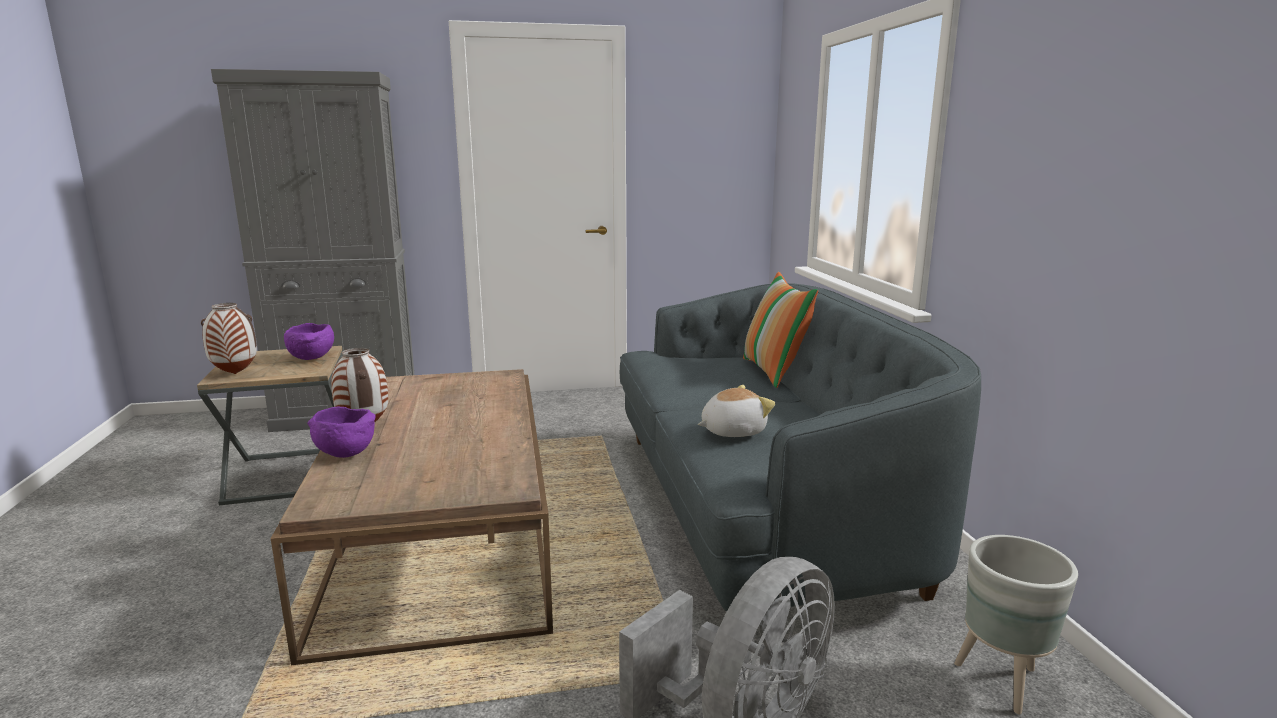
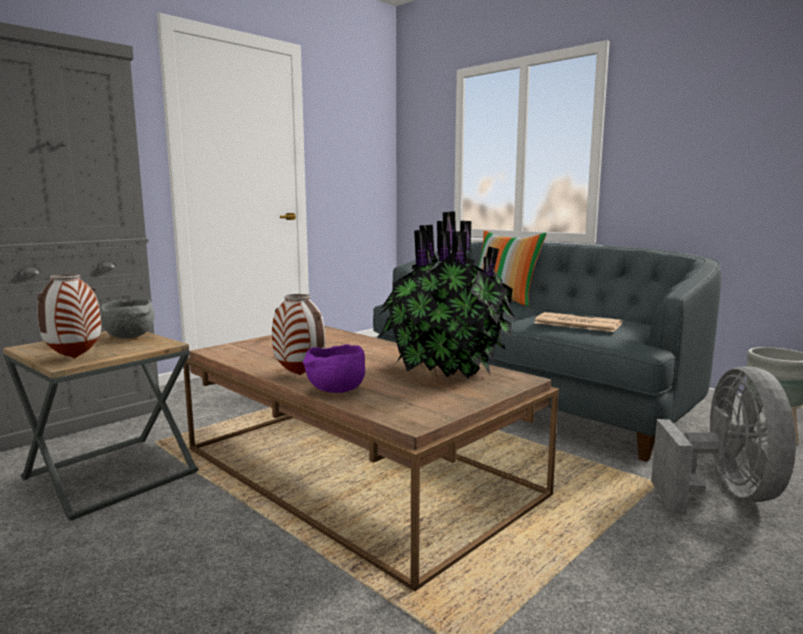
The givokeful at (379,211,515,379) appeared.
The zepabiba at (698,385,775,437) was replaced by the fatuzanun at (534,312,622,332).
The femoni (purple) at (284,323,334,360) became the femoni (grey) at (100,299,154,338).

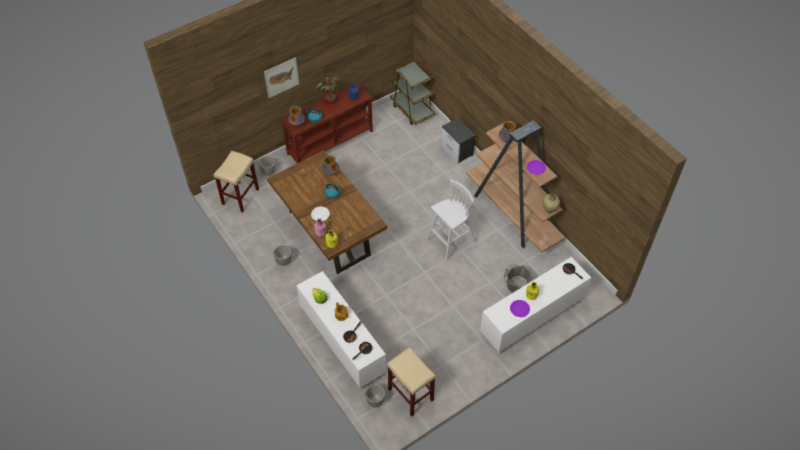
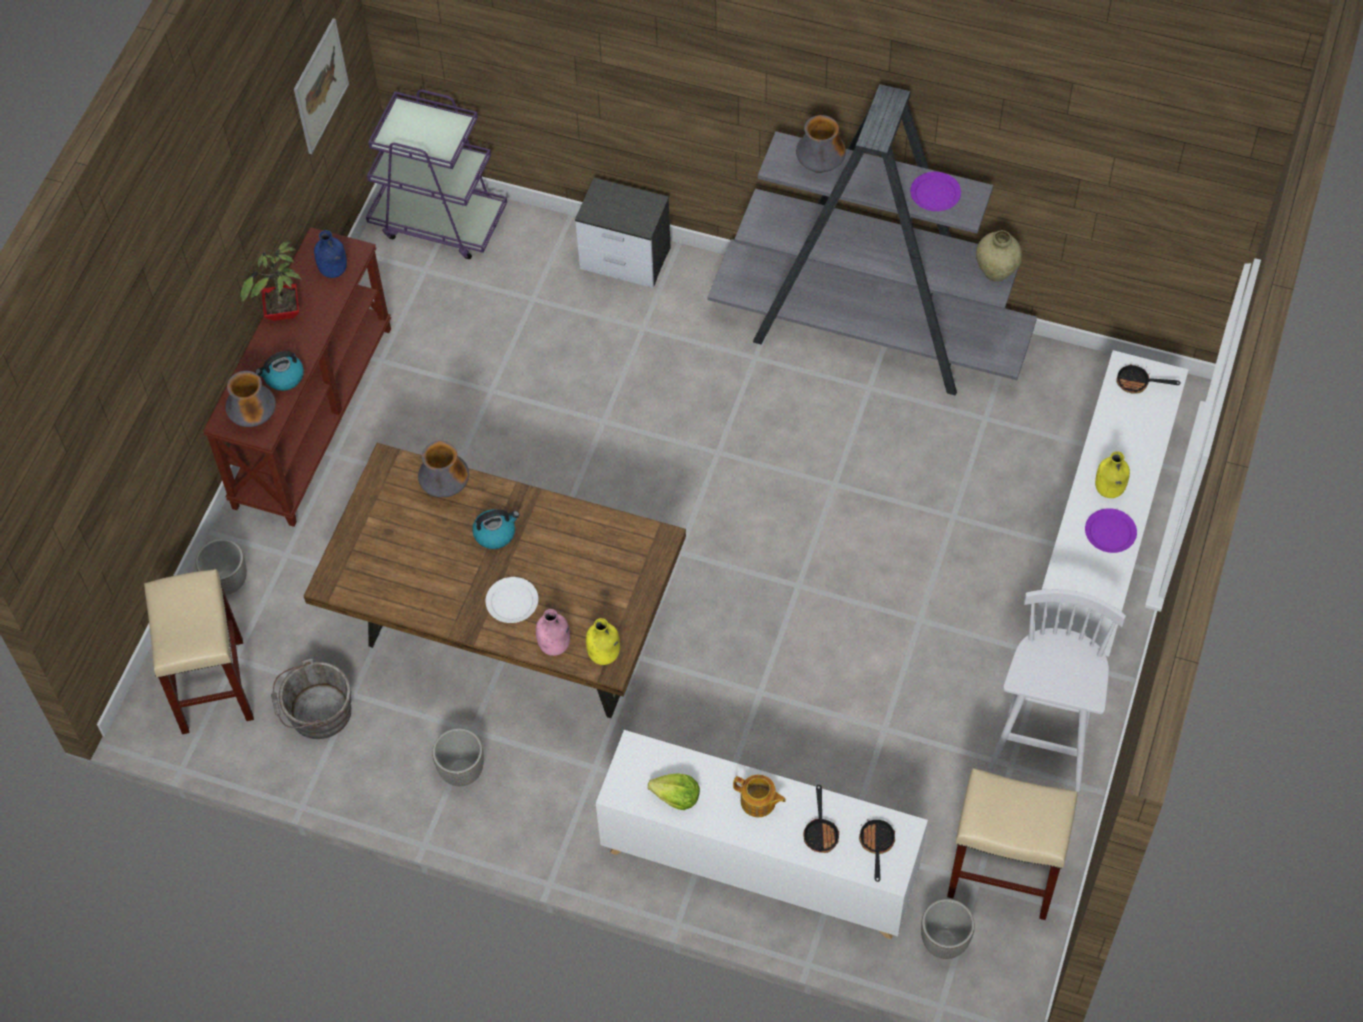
The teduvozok moved from (264,58,299,98) to (294,18,349,154).
The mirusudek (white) moved from (426,180,476,262) to (988,589,1126,792).
The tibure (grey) moved from (504,265,533,292) to (271,659,351,739).
The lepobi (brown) at (390,59,435,125) became the lepobi (purple) at (366,89,507,259).
The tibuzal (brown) at (466,120,565,252) became the tibuzal (grey) at (707,84,1037,396).

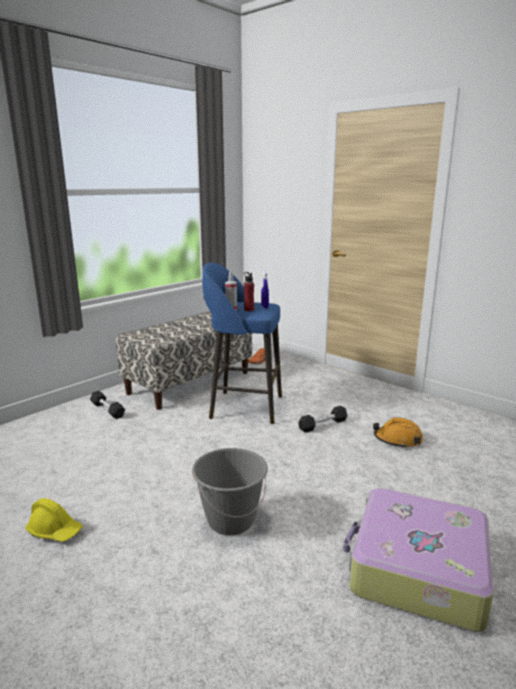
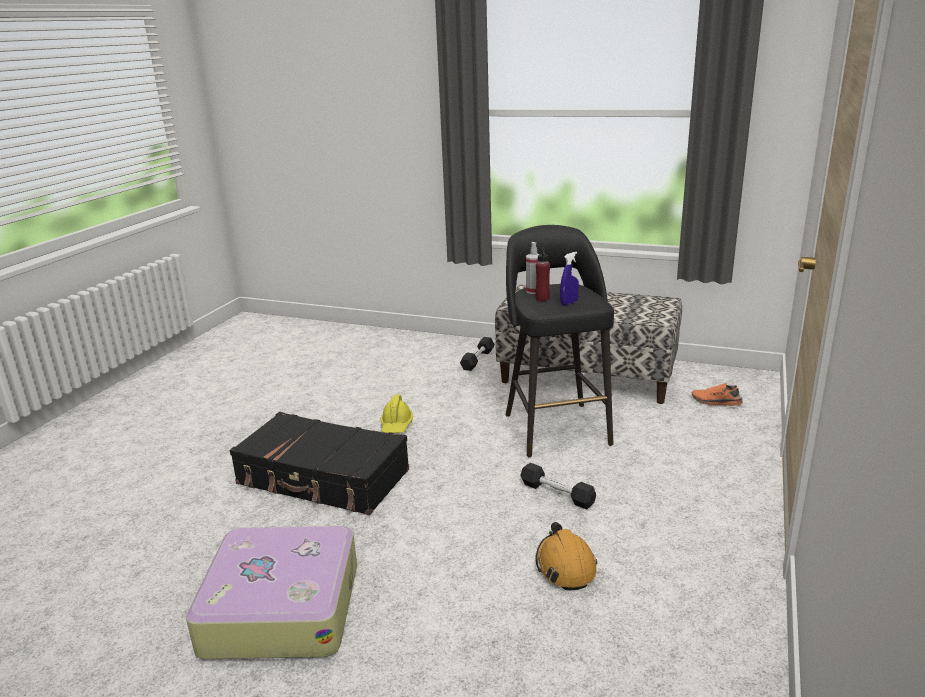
The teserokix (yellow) moved from (25,498,83,542) to (380,395,413,433).
The tibure (grey) at (192,448,268,535) was replaced by the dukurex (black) at (230,412,409,515).
The mirusudek (blue) at (202,263,282,424) became the mirusudek (black) at (505,225,614,457).

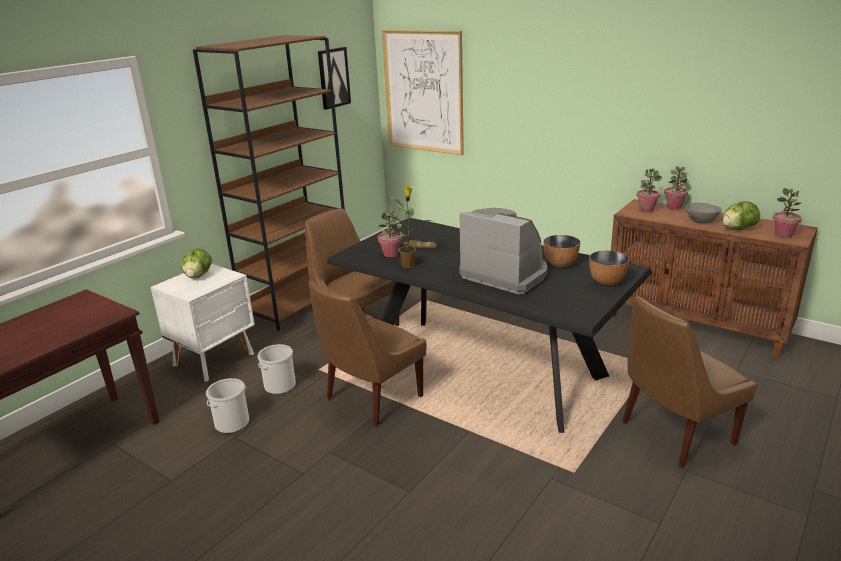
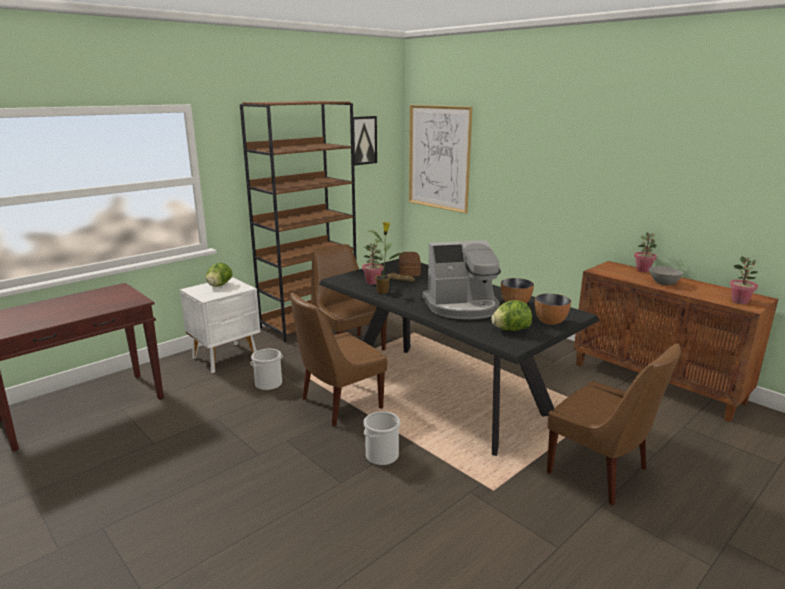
The givokeful at (637,168,662,212) disappeared.
The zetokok at (399,252,421,276) appeared.
The tibure moved from (206,378,249,433) to (363,411,401,466).
The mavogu moved from (723,201,760,230) to (491,300,532,331).
The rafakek at (459,208,548,294) turned 120 degrees clockwise.
The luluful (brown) at (622,296,758,468) turned 120 degrees counterclockwise.

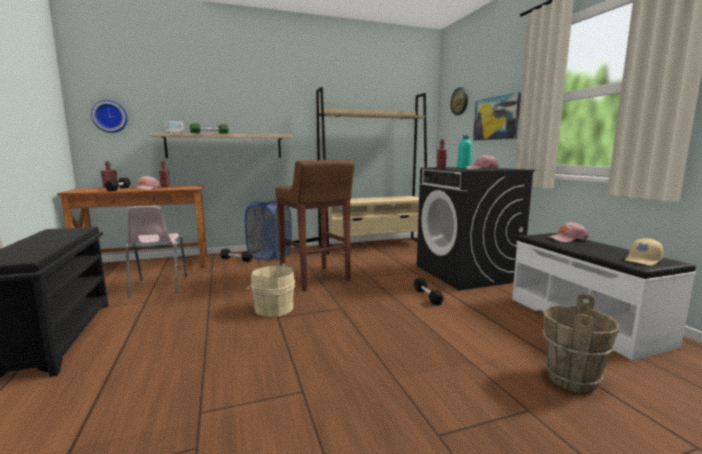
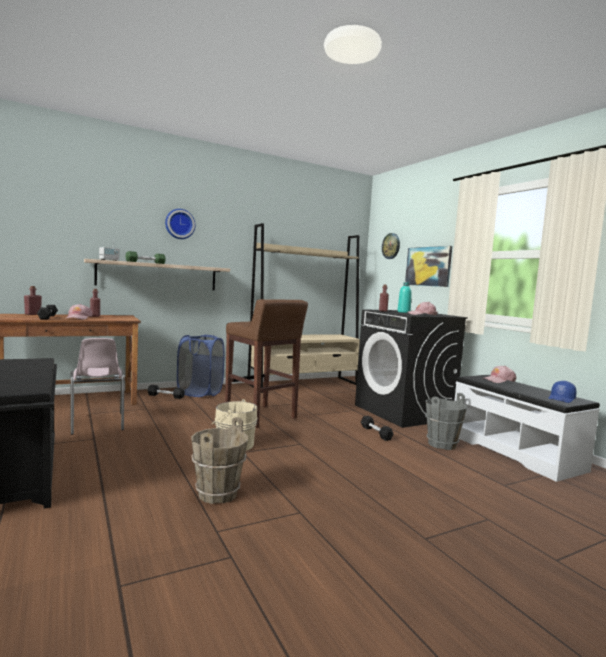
The tibure (grey) at (425,393,468,450) appeared.
The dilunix moved from (91,100,128,133) to (165,209,195,239).
The tibure (brown) moved from (542,293,619,393) to (191,417,248,504).
The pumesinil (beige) at (625,238,663,266) became the pumesinil (blue) at (548,381,577,403).

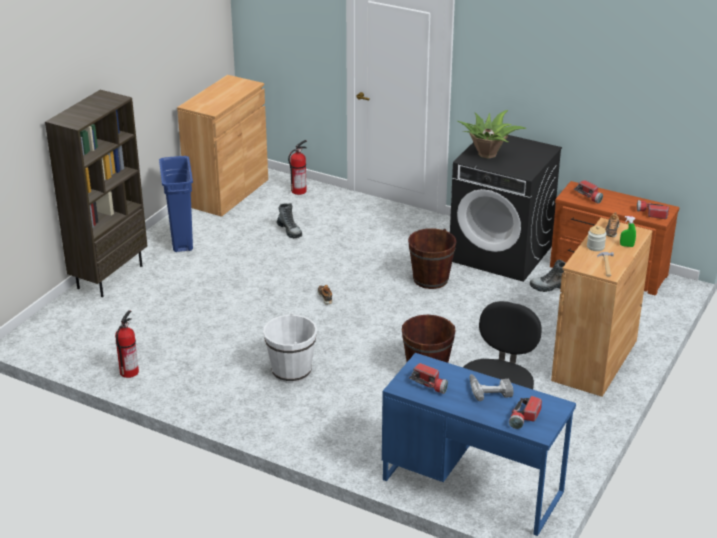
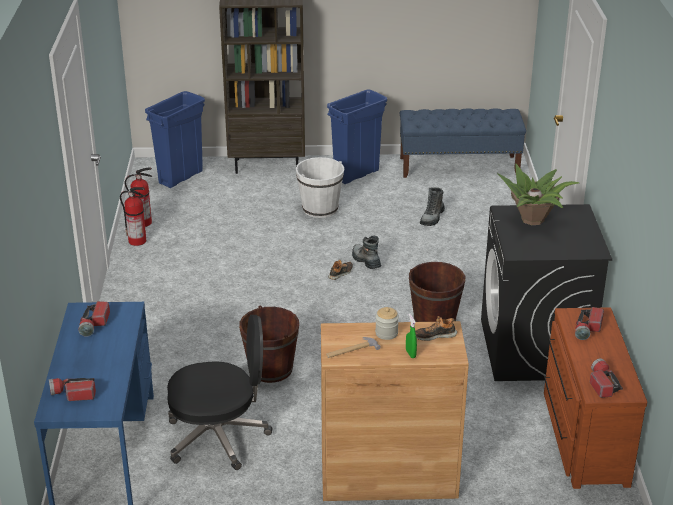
The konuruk at (470,374,514,401) disappeared.
The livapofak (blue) at (145,91,205,188) appeared.
The tibure (white) moved from (263,313,317,383) to (296,157,344,218).
The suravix moved from (288,140,307,195) to (120,187,146,246).
The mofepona moved from (530,260,566,292) to (352,235,381,269).
The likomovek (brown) at (177,75,268,217) was replaced by the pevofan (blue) at (400,109,526,178).

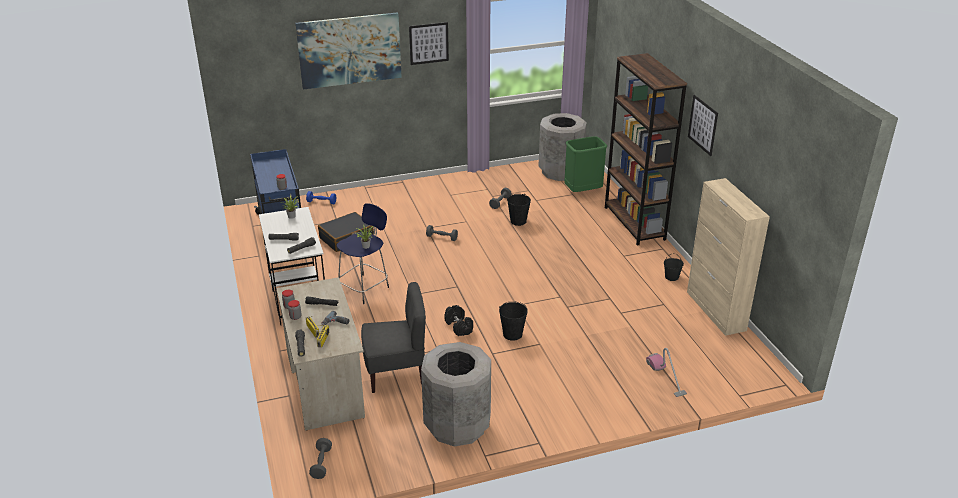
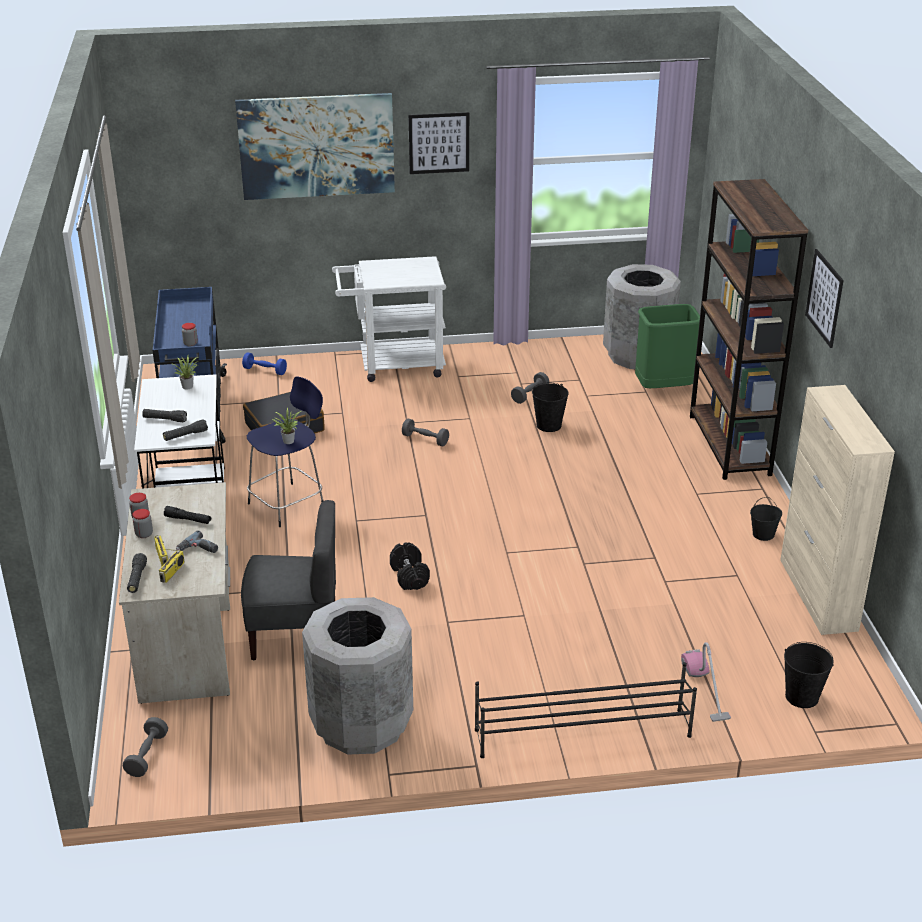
The lepobi (white) at (332,256,446,382) appeared.
The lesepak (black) at (475,662,697,758) appeared.
The tibure (black) moved from (499,301,528,341) to (784,642,834,708).

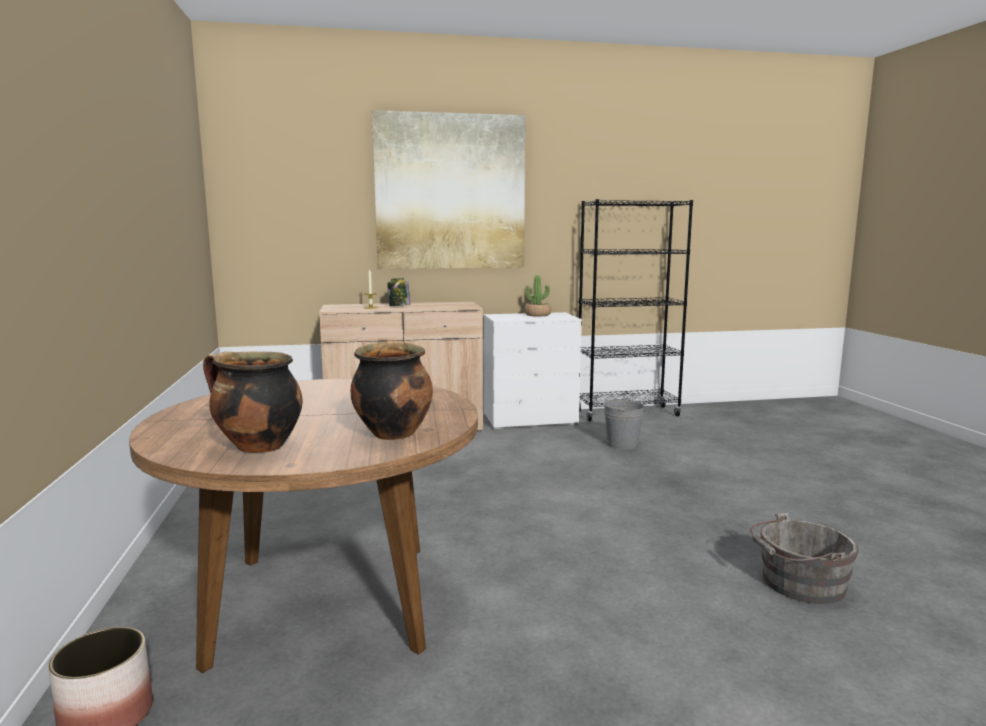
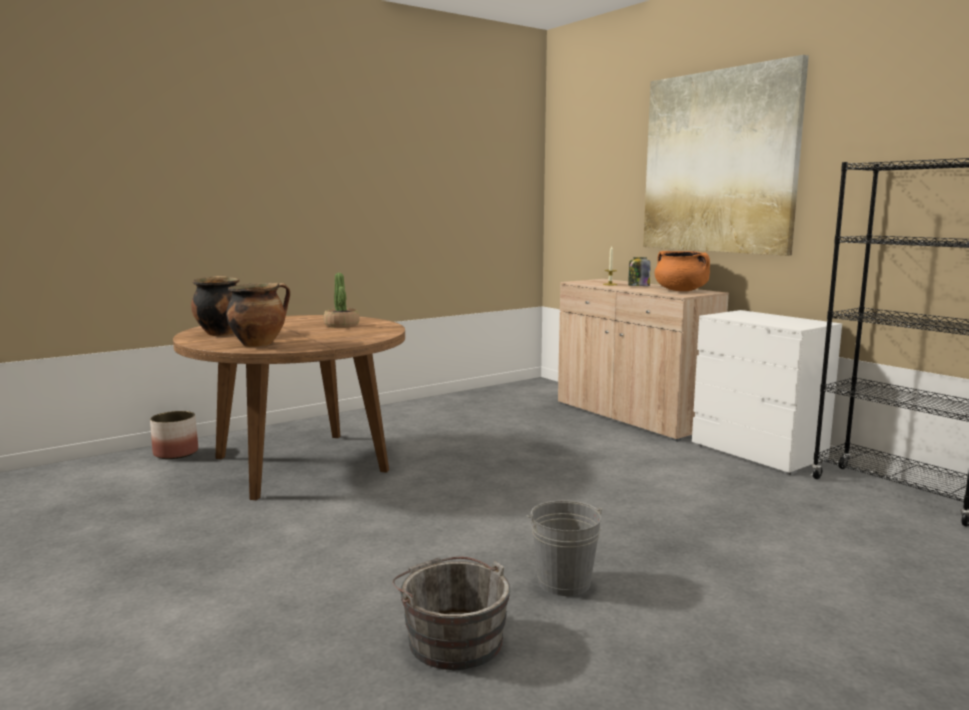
The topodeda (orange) at (655,251,710,291) appeared.
The givokeful moved from (525,275,551,317) to (324,273,360,328).
The tibure (grey) moved from (604,397,644,450) to (526,500,603,596).

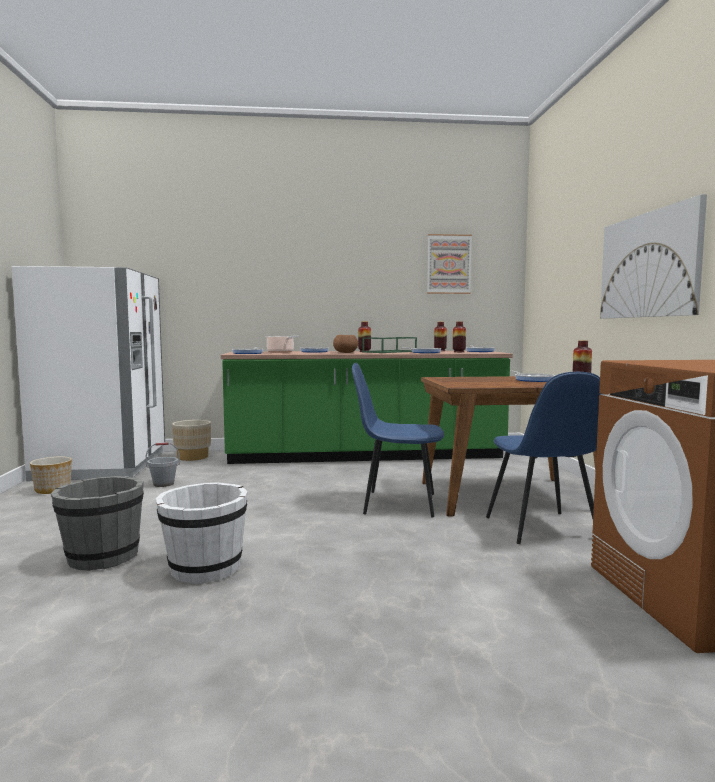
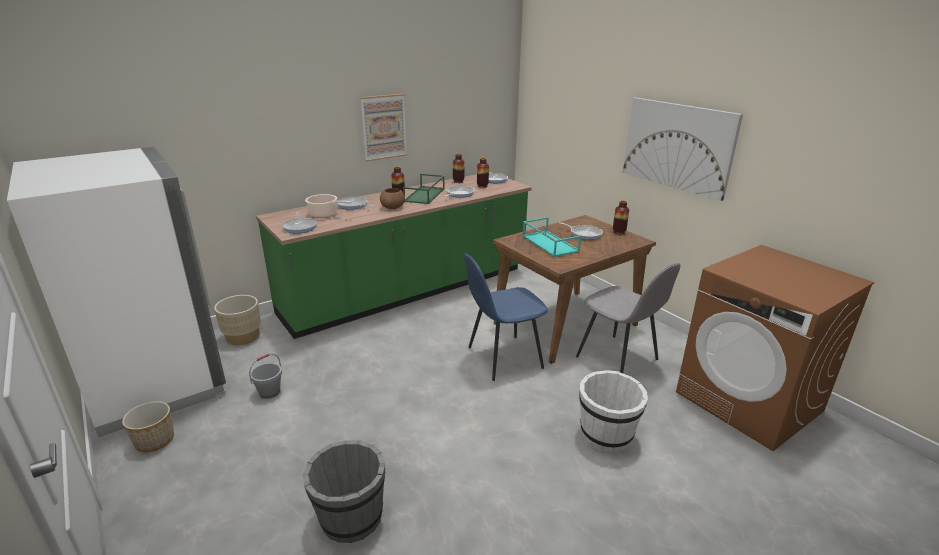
The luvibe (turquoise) at (523,217,581,257) appeared.
The tibure (white) moved from (156,482,248,584) to (579,370,648,452).
The teduvozok moved from (427,234,472,294) to (360,94,407,161).
The luluful (blue) at (486,372,601,544) became the luluful (grey) at (576,263,680,373).

